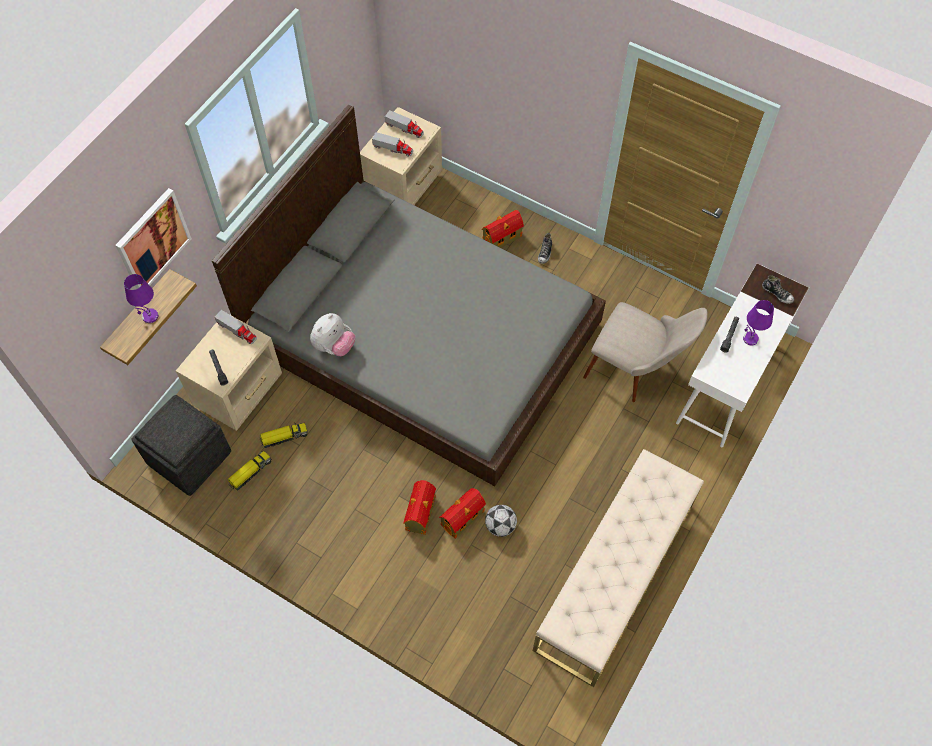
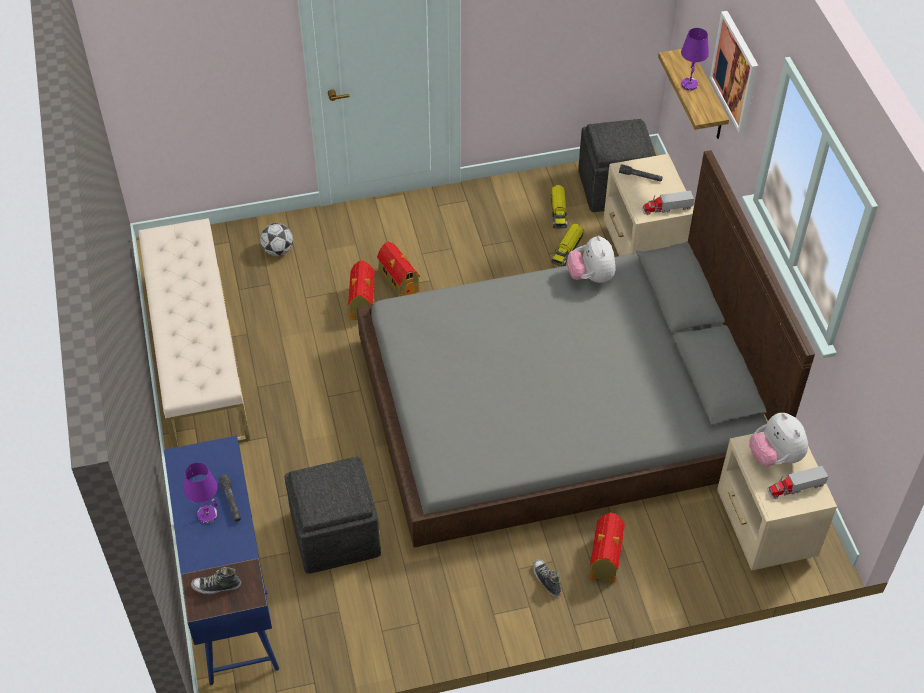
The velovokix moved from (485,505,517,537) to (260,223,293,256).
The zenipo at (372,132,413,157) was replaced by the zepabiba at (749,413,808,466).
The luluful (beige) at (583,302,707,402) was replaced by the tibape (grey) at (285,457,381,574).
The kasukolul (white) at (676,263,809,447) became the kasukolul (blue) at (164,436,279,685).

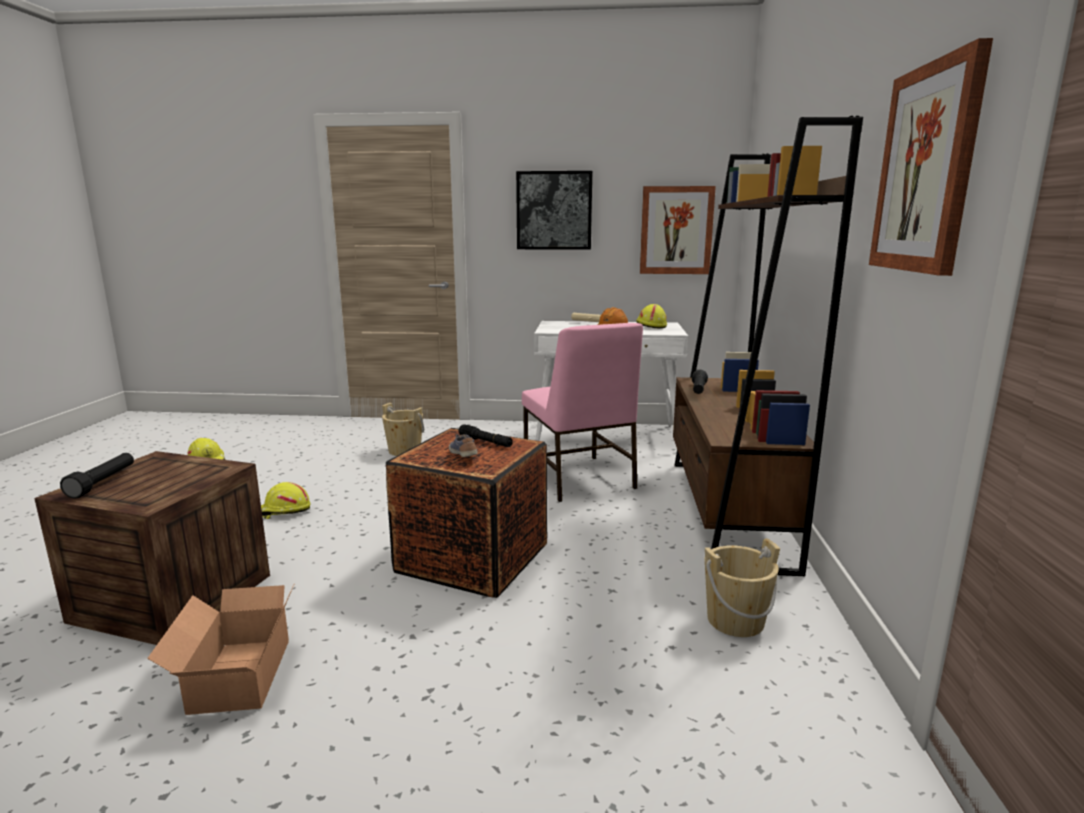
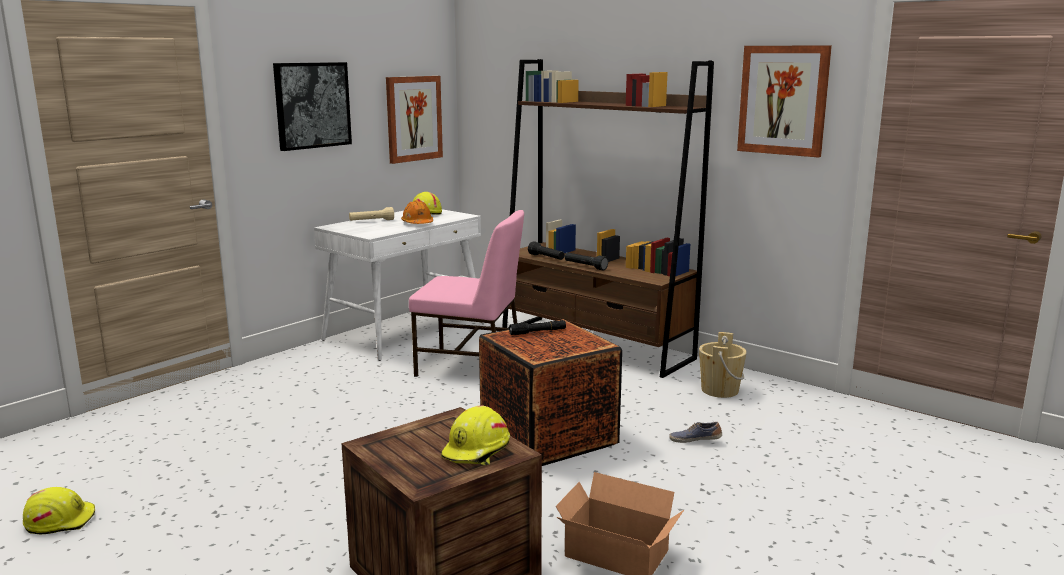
The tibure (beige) at (382,403,424,456) disappeared.
The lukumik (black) moved from (60,453,134,499) to (565,252,608,270).
The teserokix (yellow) moved from (261,482,311,519) to (441,405,510,465).
The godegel moved from (449,434,478,457) to (669,422,722,443).

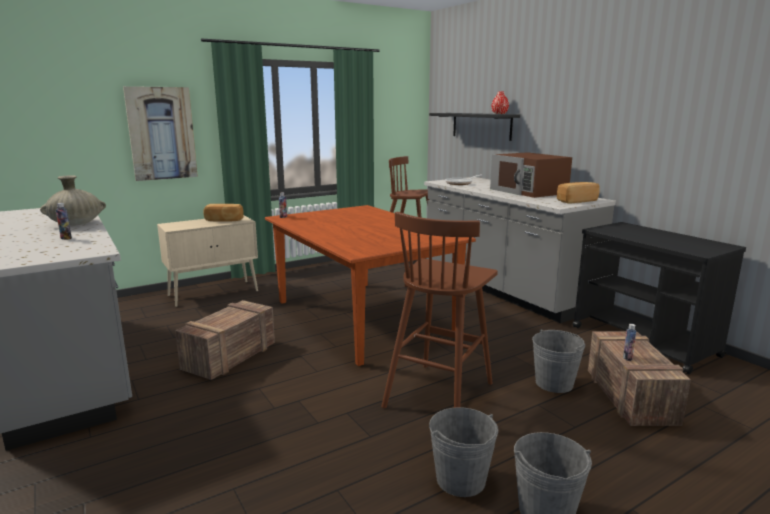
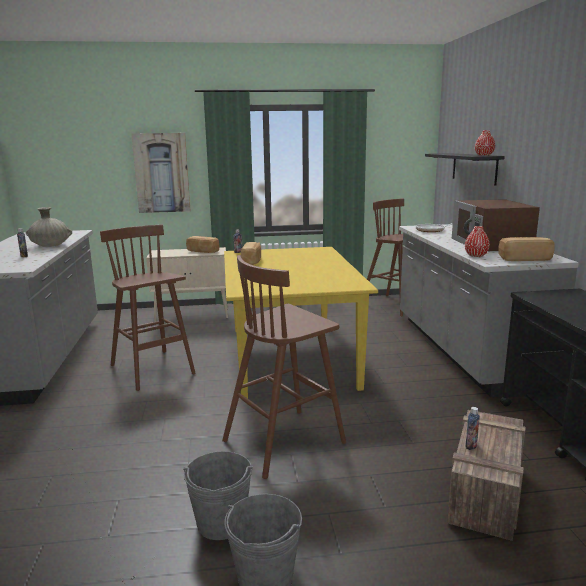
The tibure (grey) at (532,329,585,393) disappeared.
The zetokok at (241,242,261,265) appeared.
The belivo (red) at (465,226,490,257) appeared.
The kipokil at (175,300,275,380) was replaced by the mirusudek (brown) at (100,224,195,391).
The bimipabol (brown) at (265,205,476,366) became the bimipabol (yellow) at (224,247,378,400).

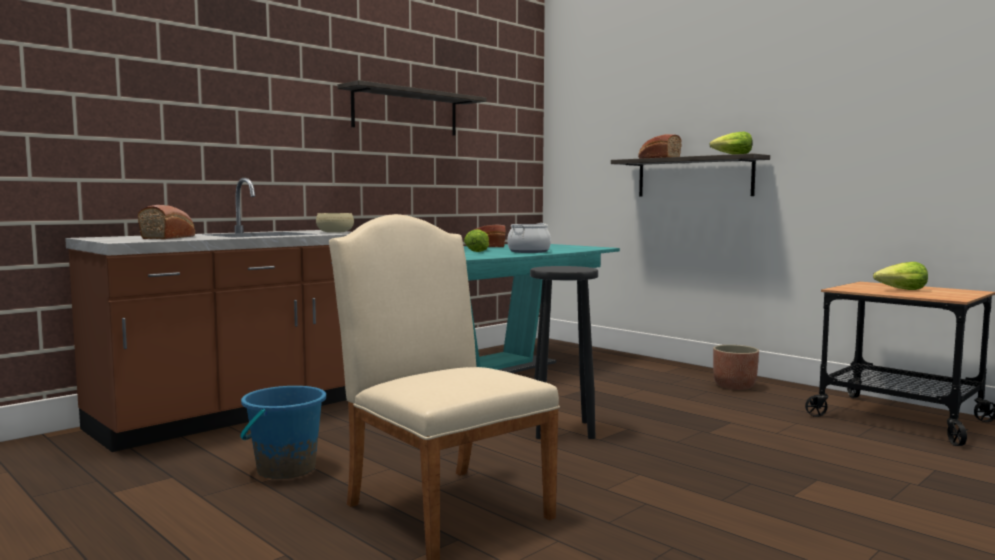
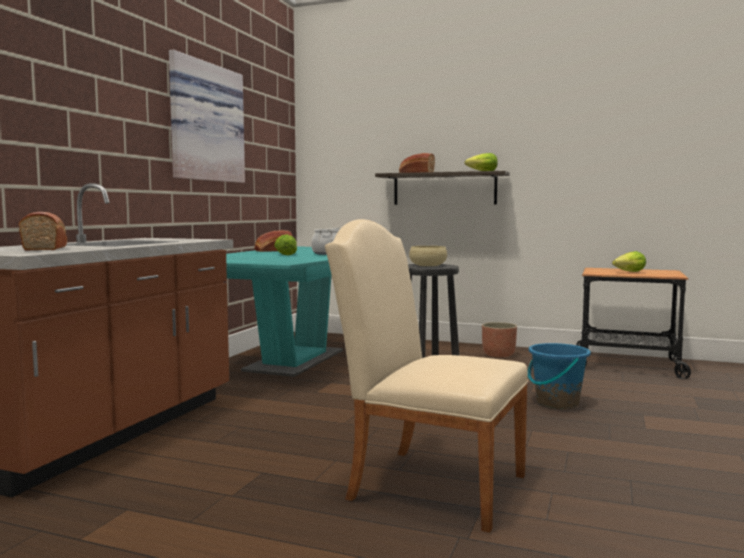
The tibure (blue) moved from (240,386,326,479) to (528,343,591,409).
The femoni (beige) moved from (316,213,354,233) to (409,246,447,266).
The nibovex at (338,80,487,136) was replaced by the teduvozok at (169,50,245,183).

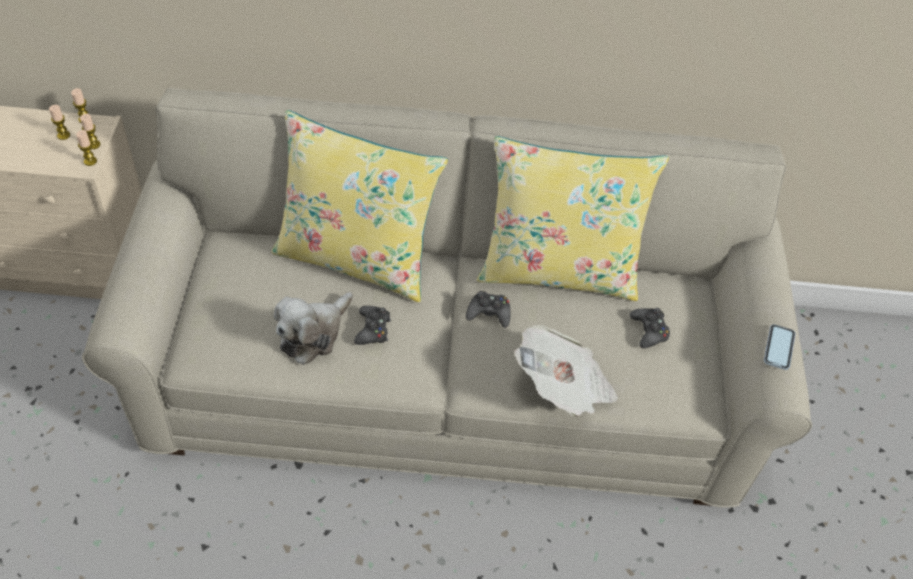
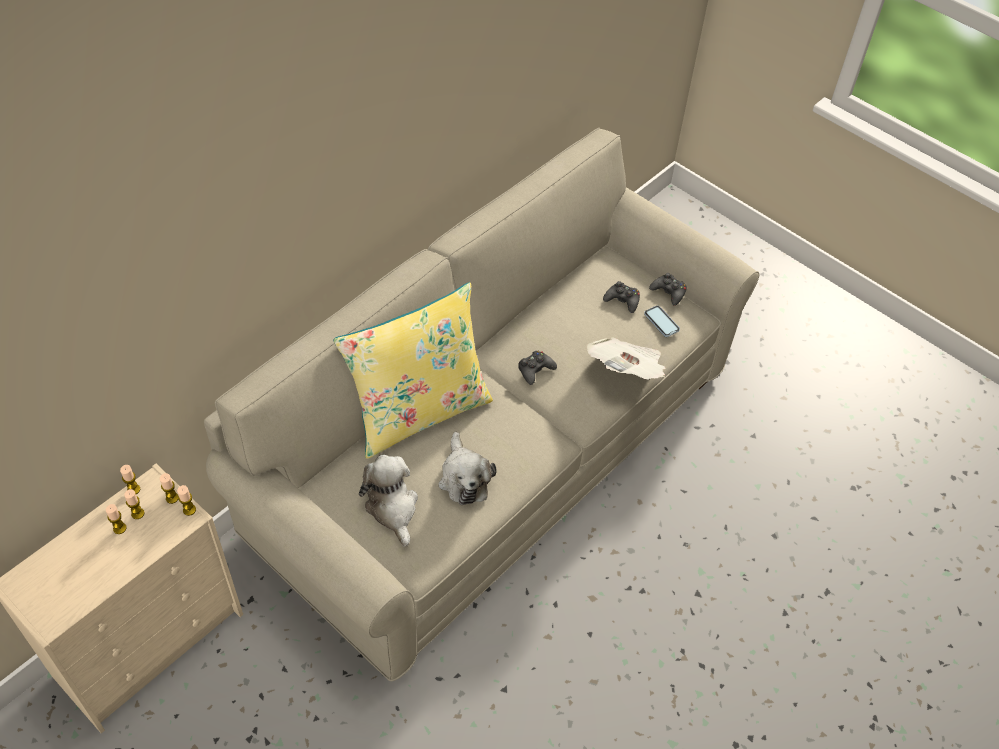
The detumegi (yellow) at (477,136,669,301) disappeared.
The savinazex at (106,504,127,534) appeared.
The zepabiba at (359,455,418,547) appeared.
The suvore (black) moved from (354,306,391,345) to (649,273,687,306).
The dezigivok moved from (764,324,795,370) to (644,306,680,337).

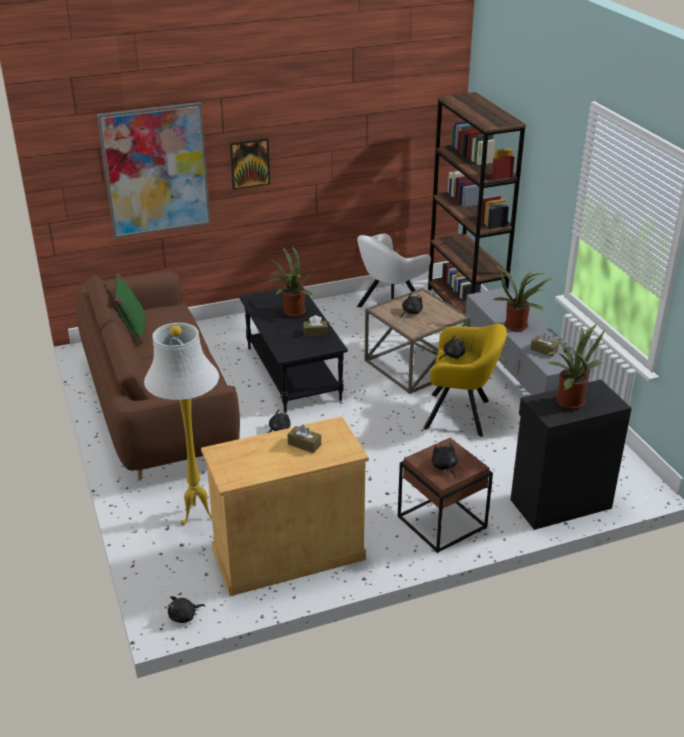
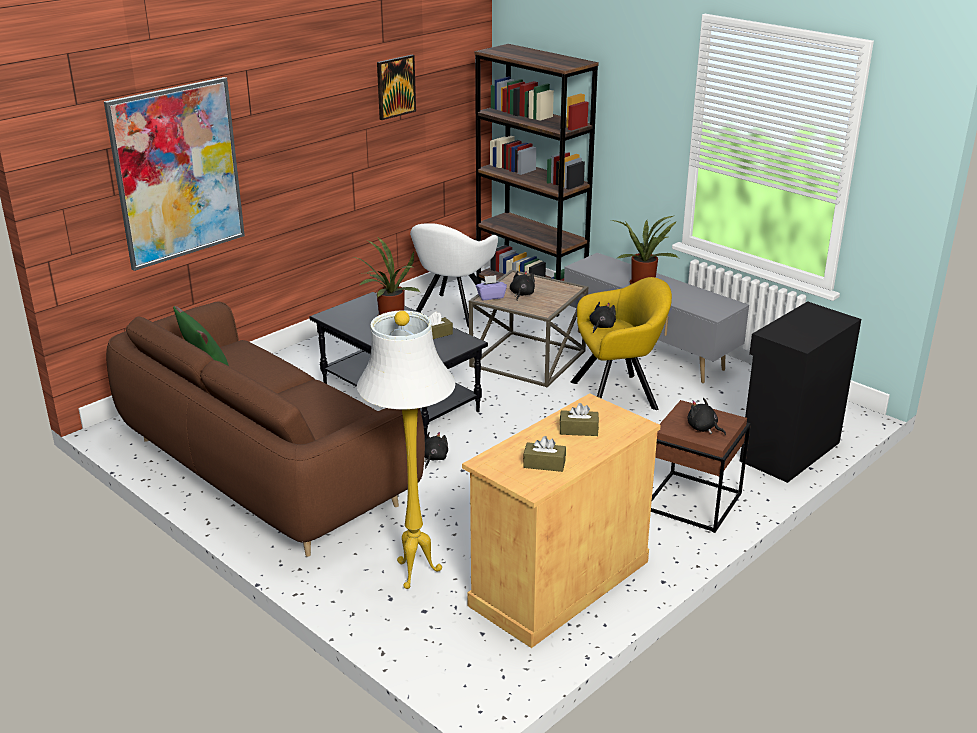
The zepabiba (black) at (168,596,205,623) disappeared.
The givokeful at (548,323,605,409) disappeared.
The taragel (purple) at (476,275,507,300) appeared.
The teduvozok moved from (229,138,270,190) to (377,55,416,120).
The taragel (brown) moved from (531,333,559,357) to (523,436,566,472).

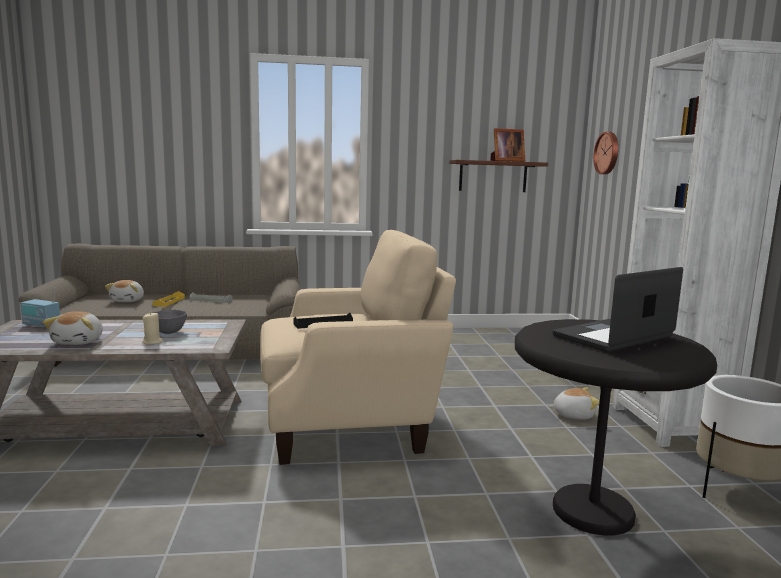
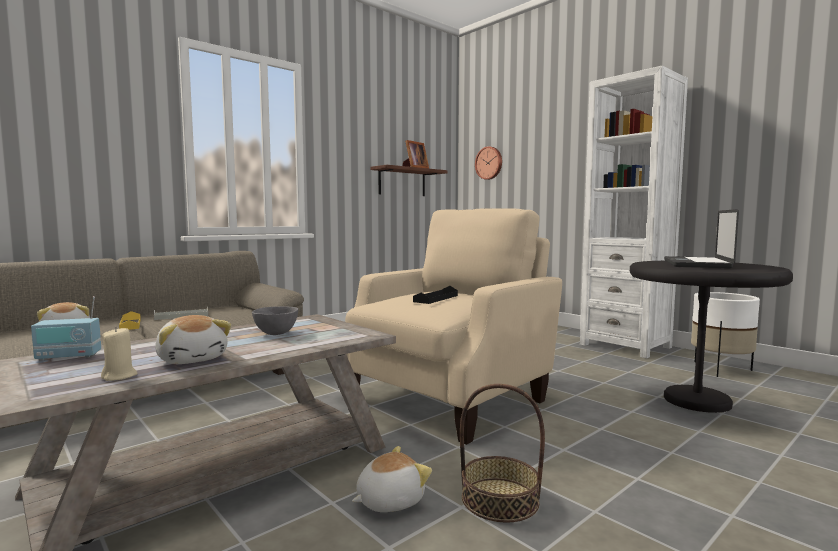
The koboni at (460,384,545,523) appeared.
The savinazex (beige) moved from (142,312,163,344) to (101,327,138,381).
The zepabiba moved from (549,388,600,420) to (352,446,432,512).

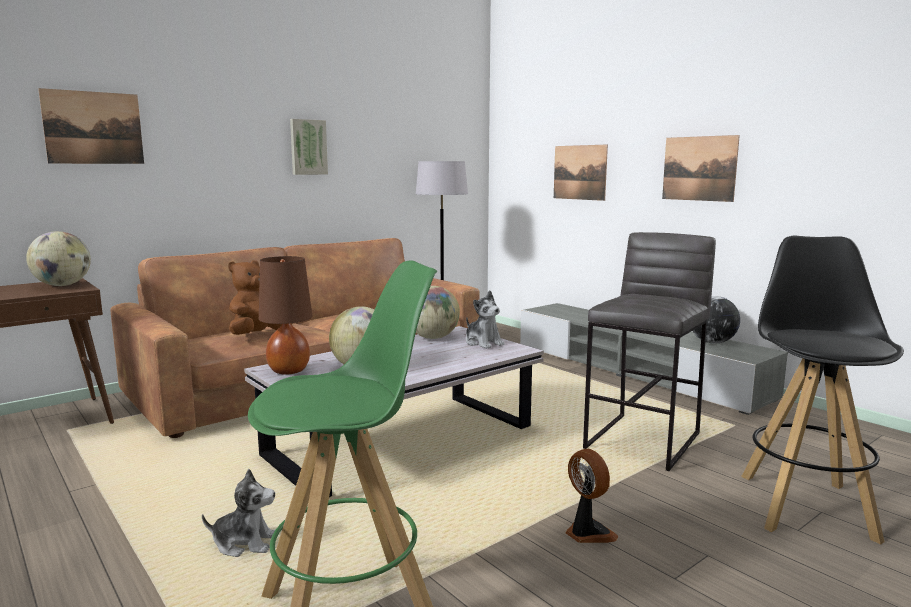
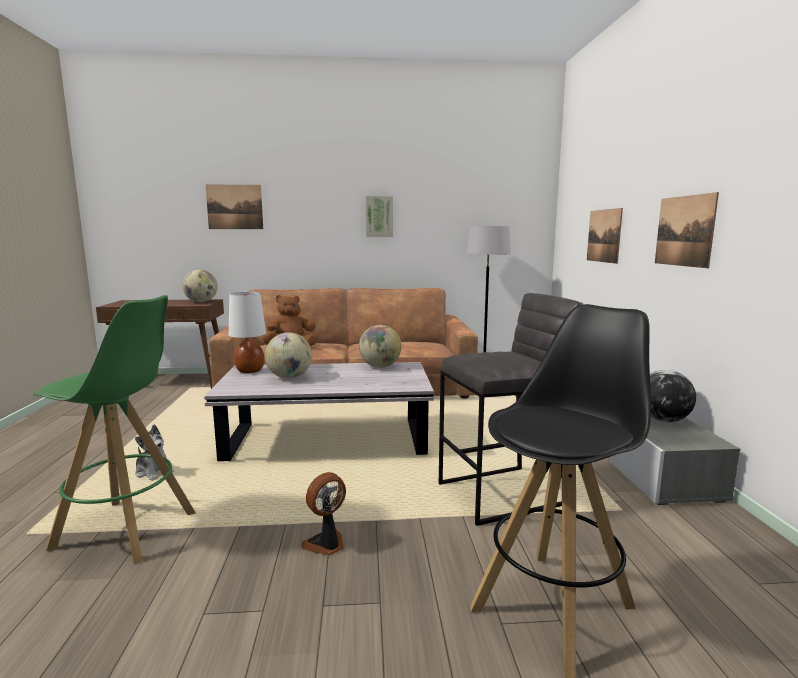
The zepabiba at (466,290,505,349) disappeared.
The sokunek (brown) at (259,256,312,374) became the sokunek (white) at (229,292,266,373).
The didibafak at (565,449,619,543) turned 135 degrees counterclockwise.

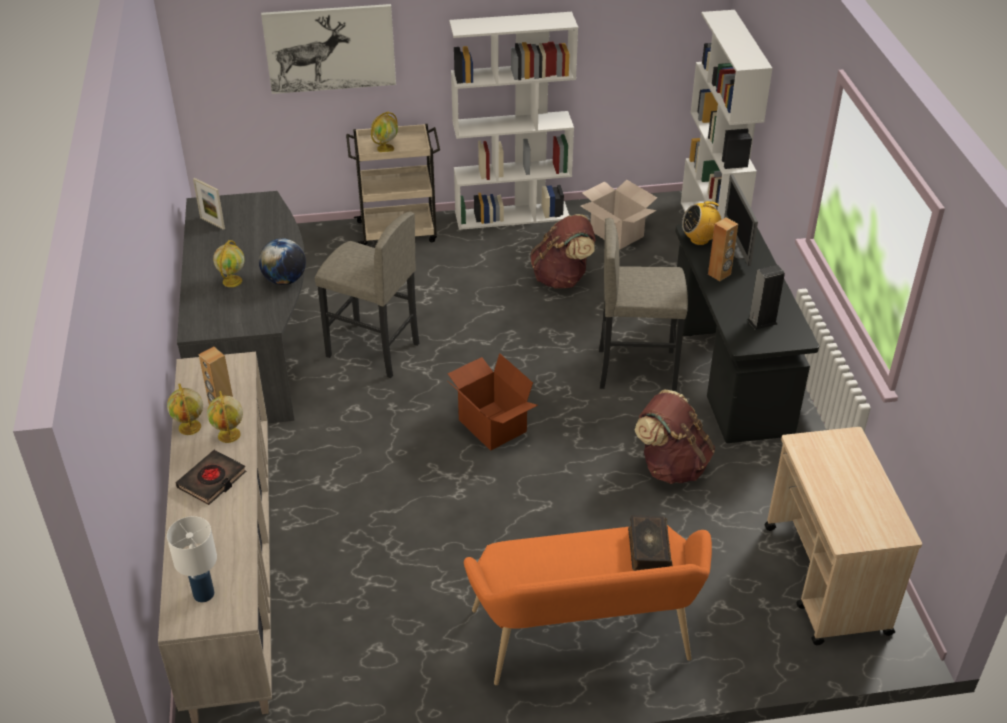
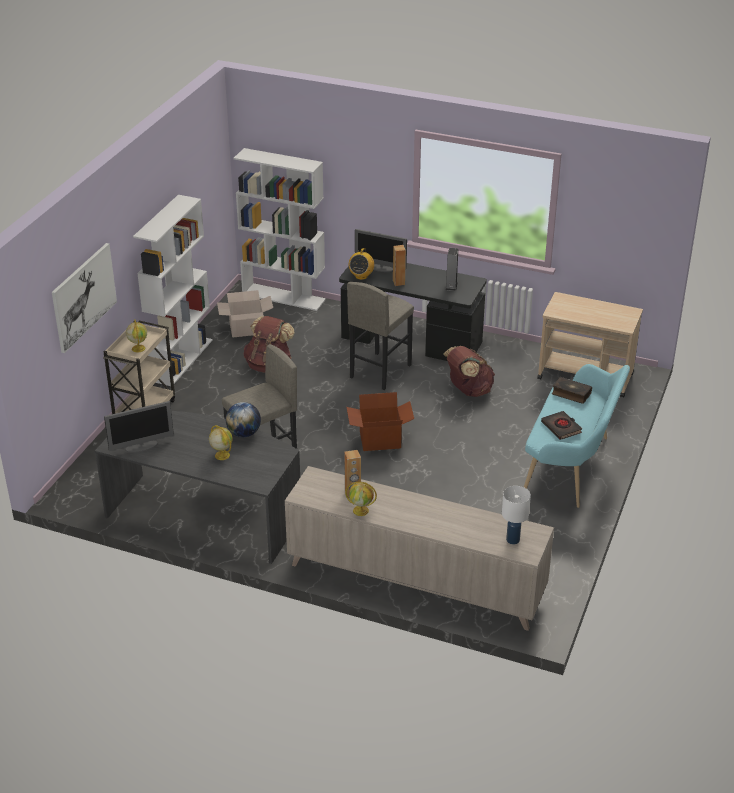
The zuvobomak at (207,391,243,443) disappeared.
The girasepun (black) moved from (175,450,246,505) to (541,411,582,440).
The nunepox at (193,178,225,230) was replaced by the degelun at (104,401,174,453).
The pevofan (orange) at (464,525,712,685) became the pevofan (turquoise) at (524,364,630,508).

